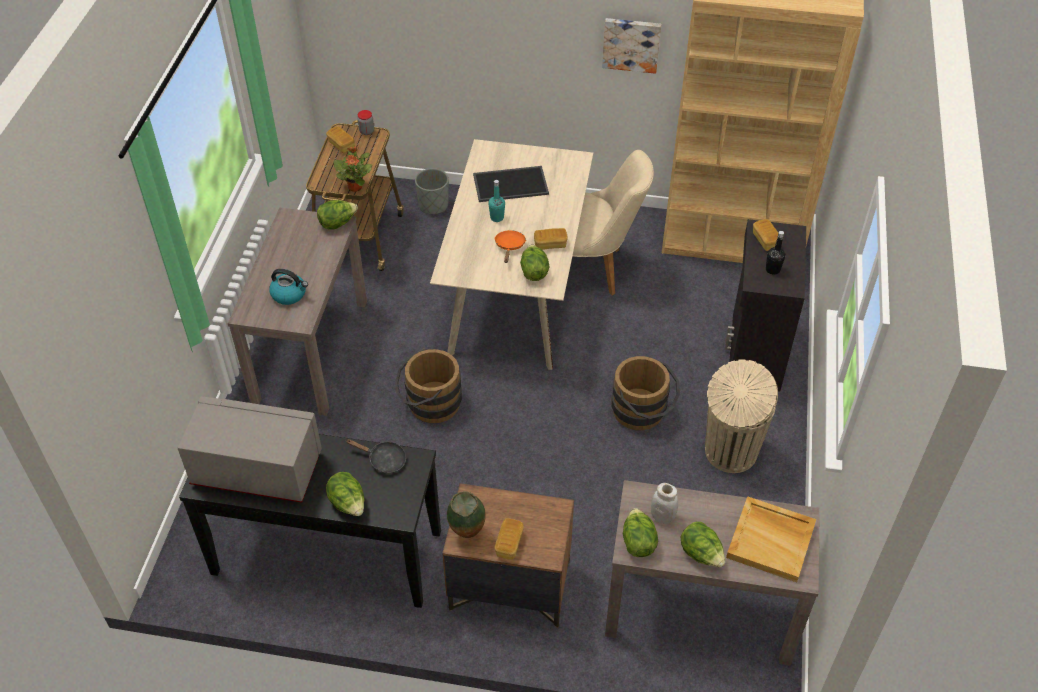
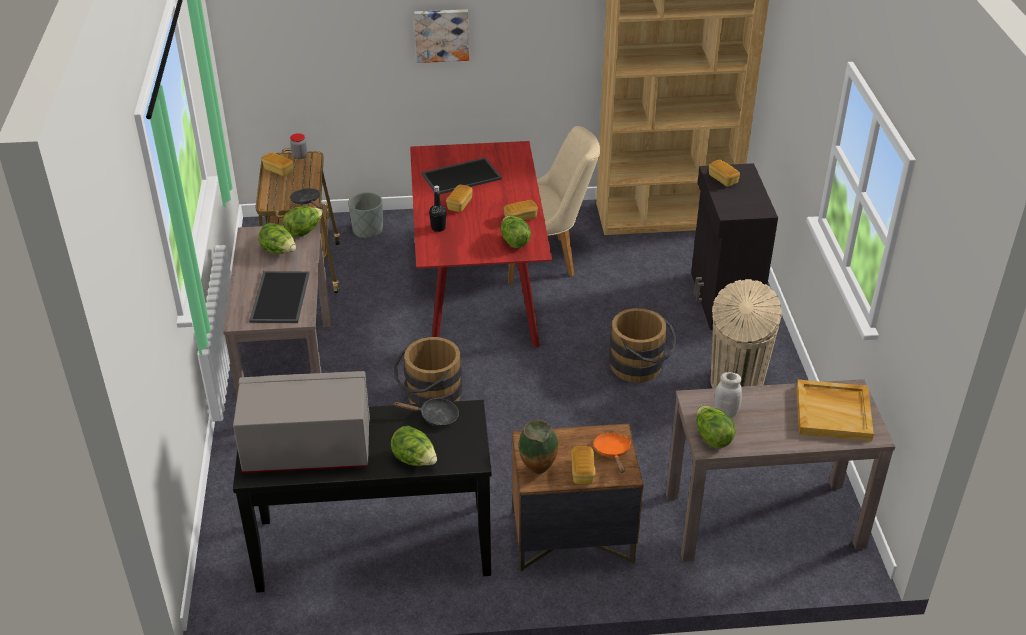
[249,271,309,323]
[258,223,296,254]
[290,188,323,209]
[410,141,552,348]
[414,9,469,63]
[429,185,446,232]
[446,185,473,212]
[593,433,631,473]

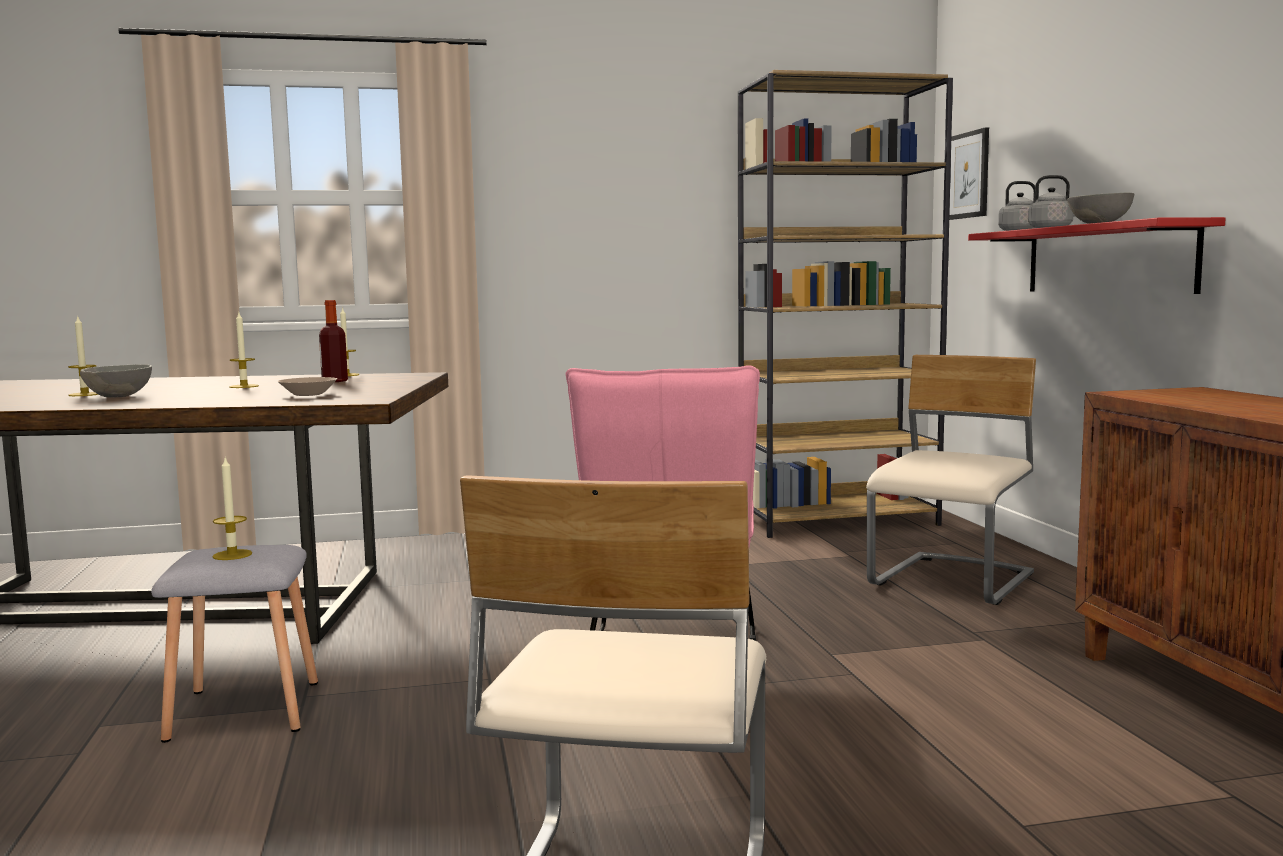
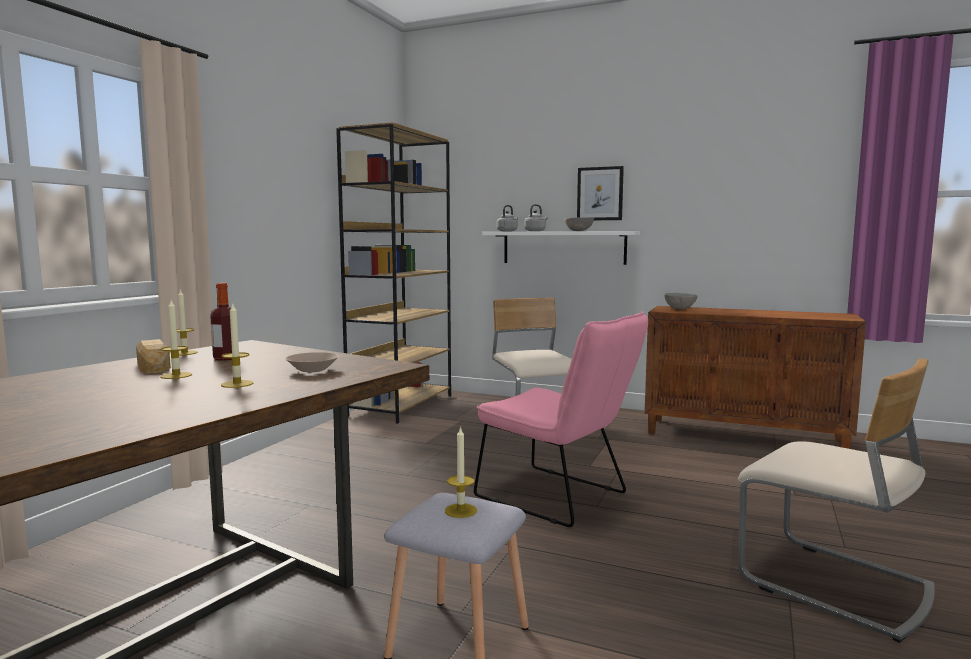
[136,339,171,373]
[221,302,253,388]
[482,231,640,265]
[577,166,624,220]
[664,293,697,310]

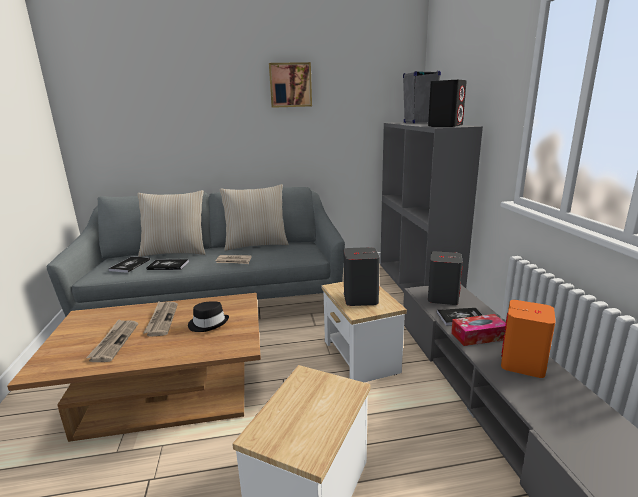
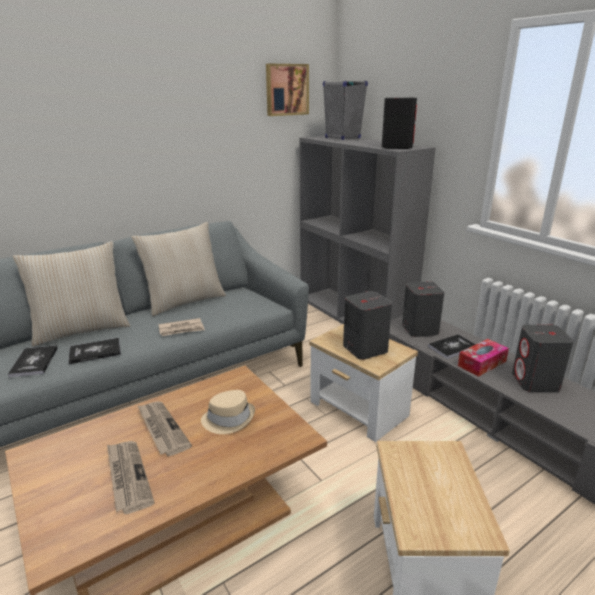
[201,390,255,434]
[266,64,309,116]
[512,325,574,392]

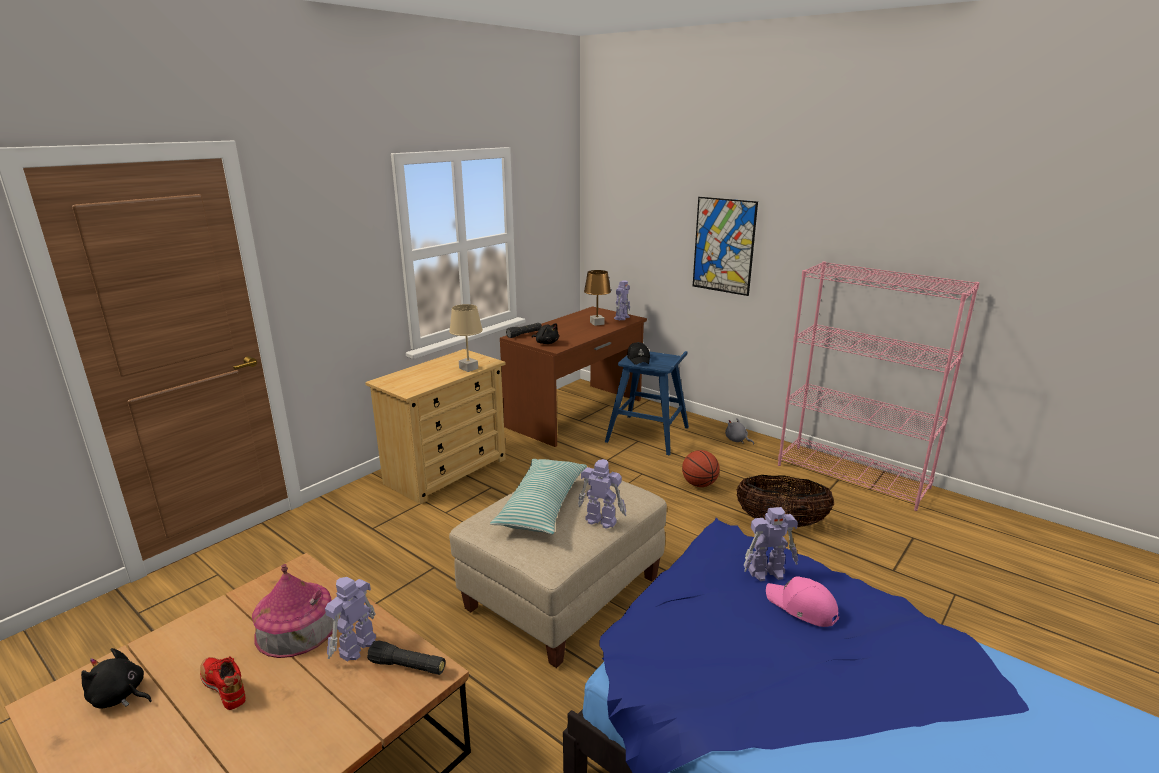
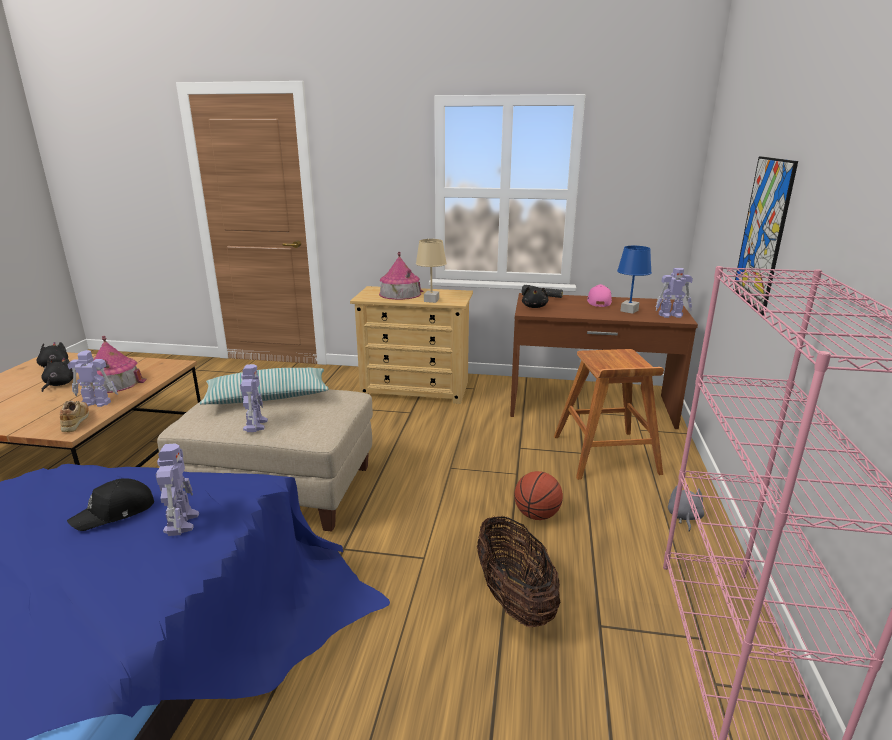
[41,358,73,392]
[60,401,89,432]
[67,478,154,531]
[155,443,199,536]
[379,252,424,300]
[554,349,664,480]
[587,284,612,307]
[617,246,652,314]

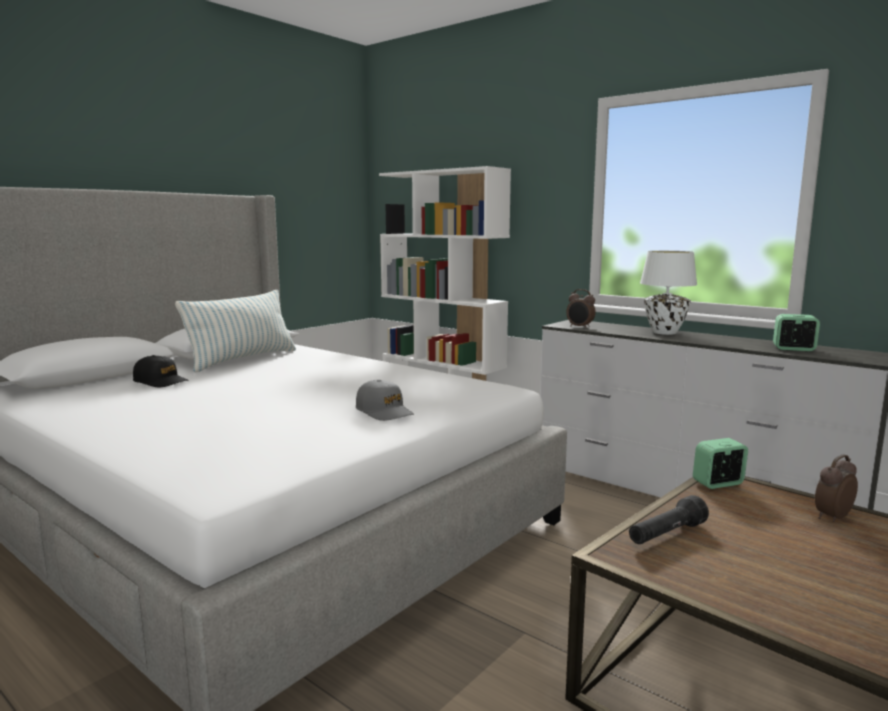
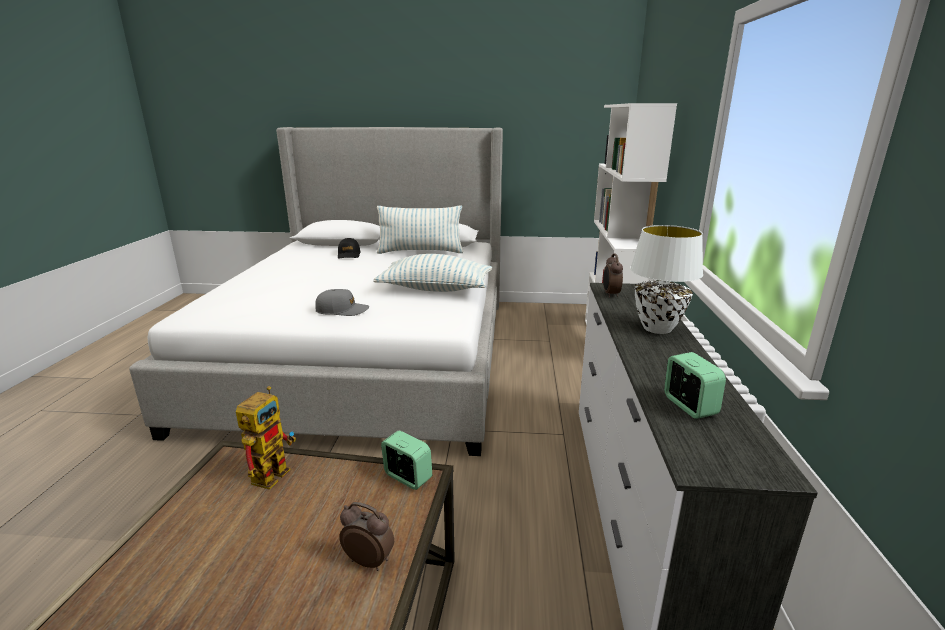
[236,386,296,489]
[315,289,369,316]
[373,254,492,292]

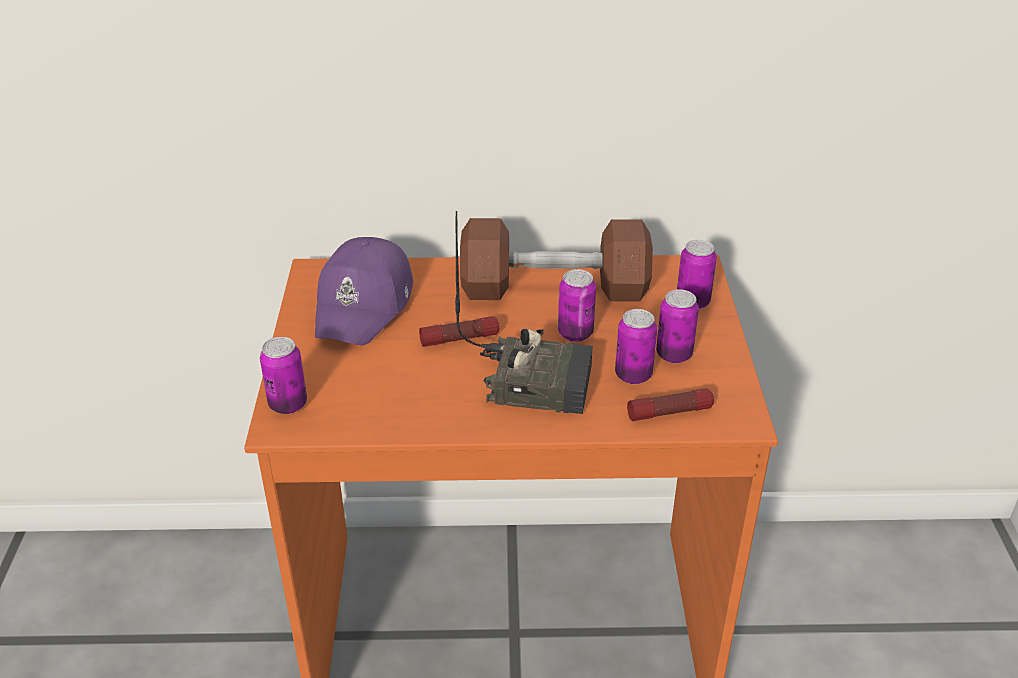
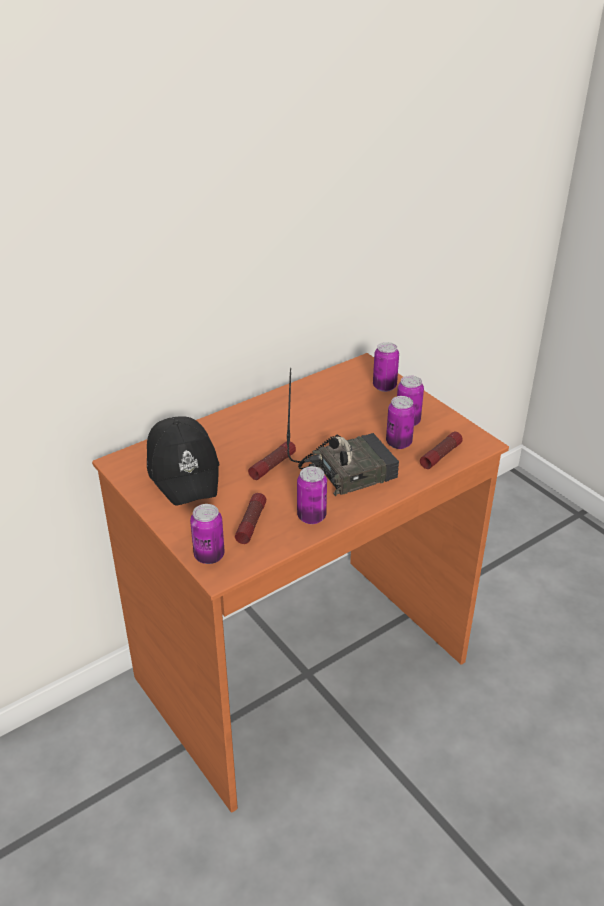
[147,416,220,506]
[235,493,266,544]
[297,466,327,524]
[460,218,653,302] (first image)

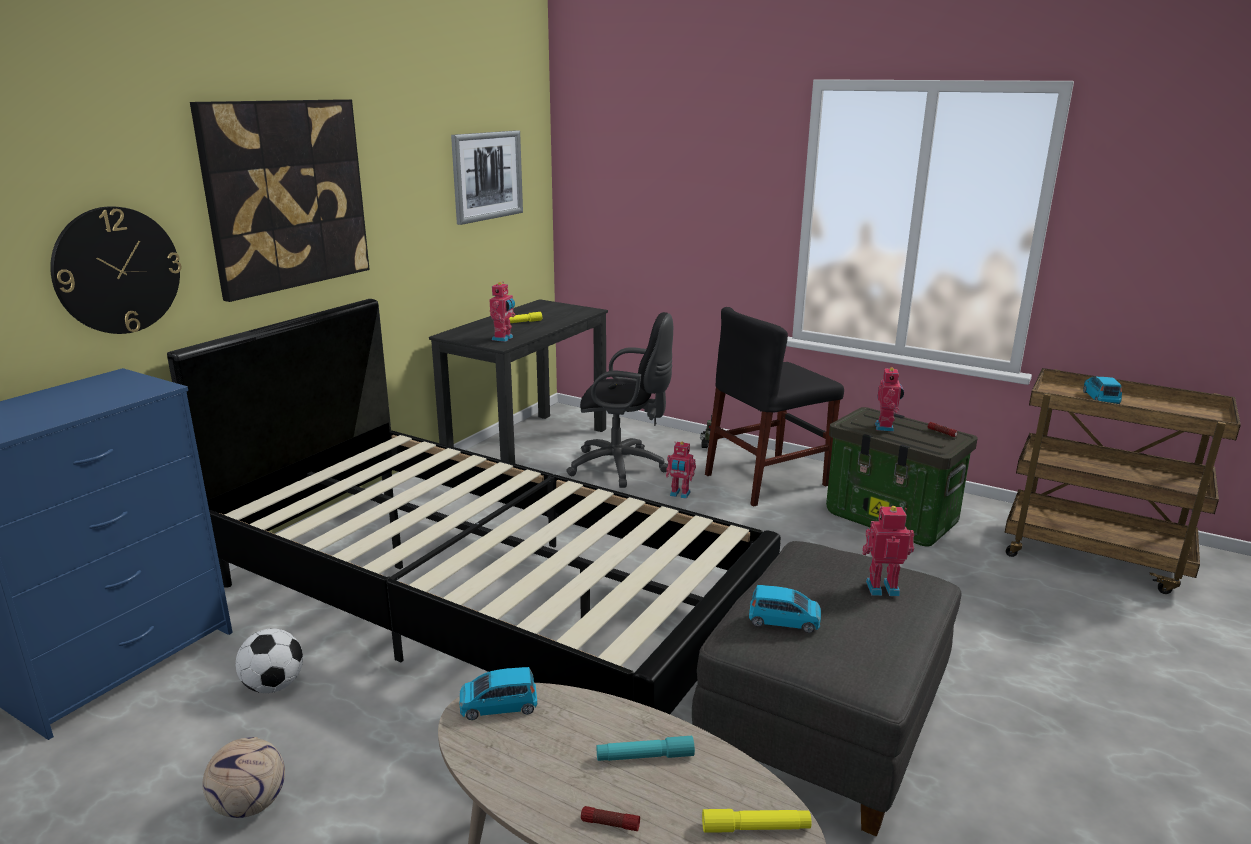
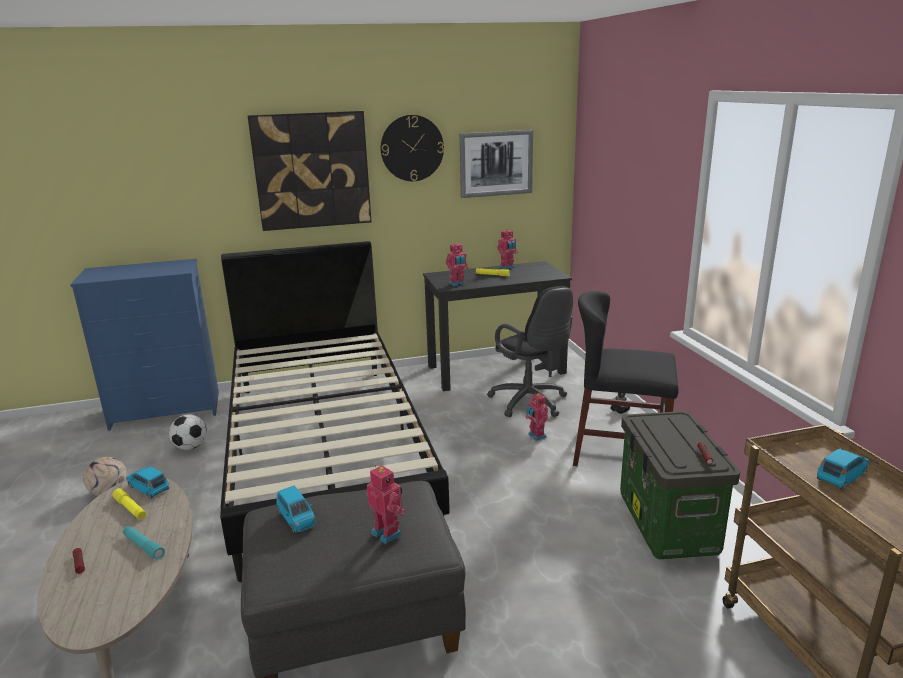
[112,488,146,520]
[381,115,444,181]
[497,229,518,269]

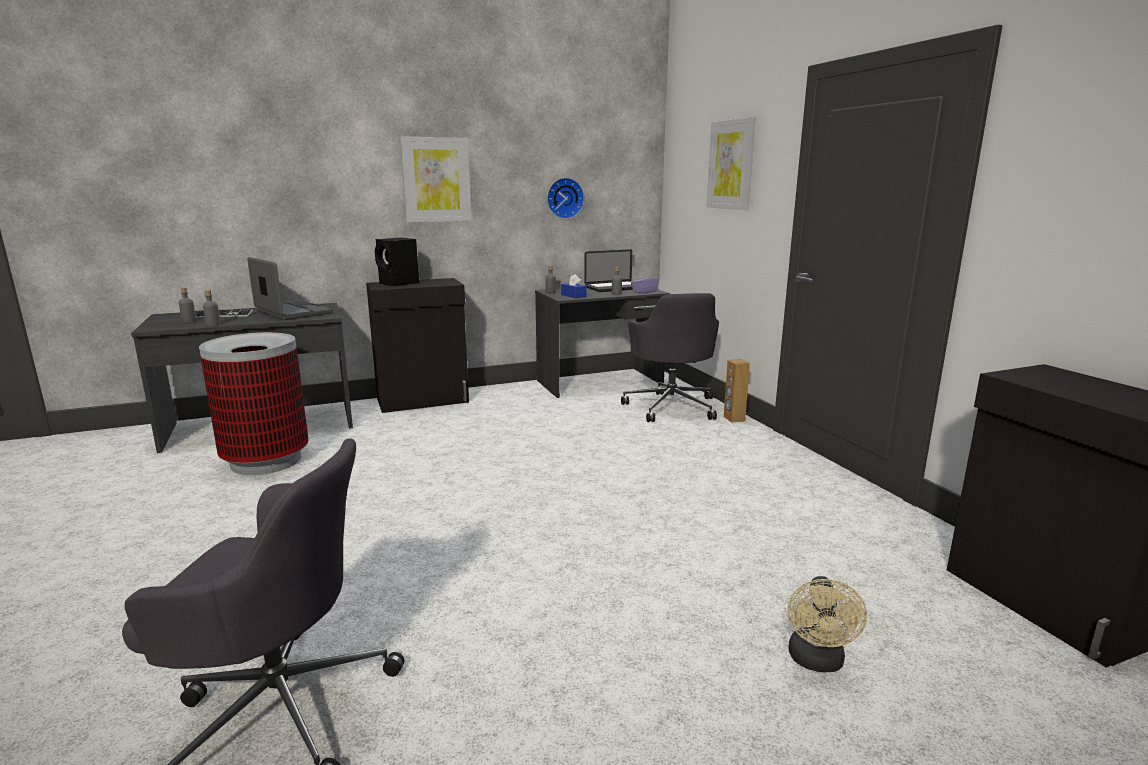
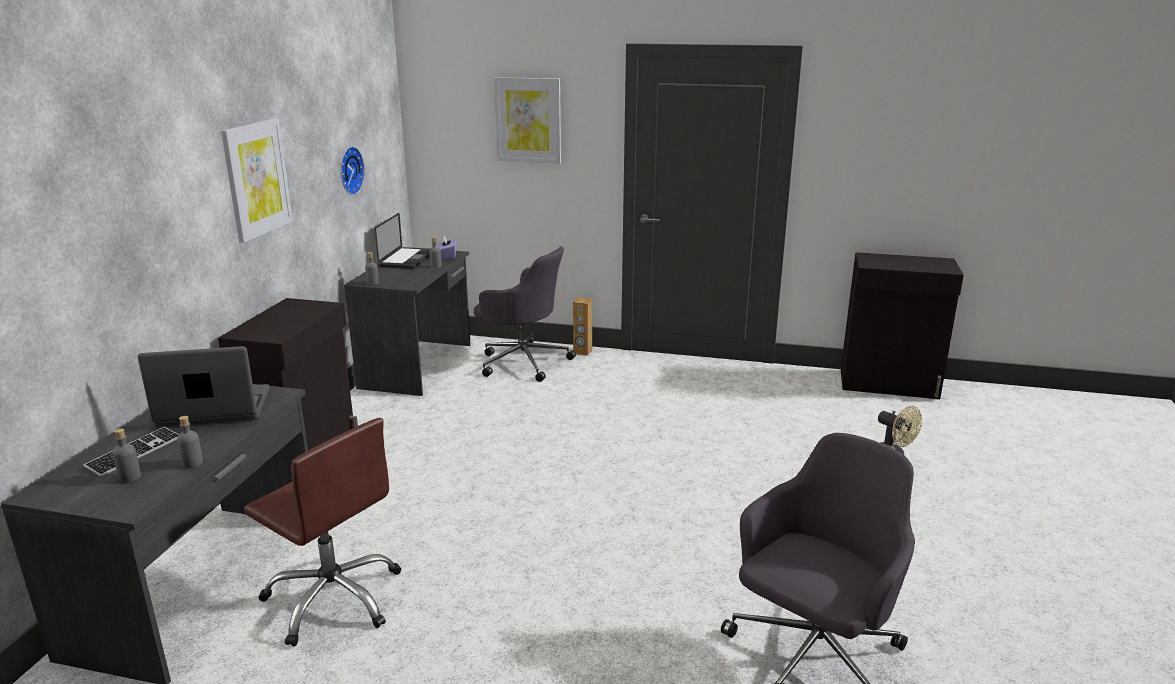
[244,418,401,647]
[375,237,419,286] (first image)
[561,274,587,298] (first image)

